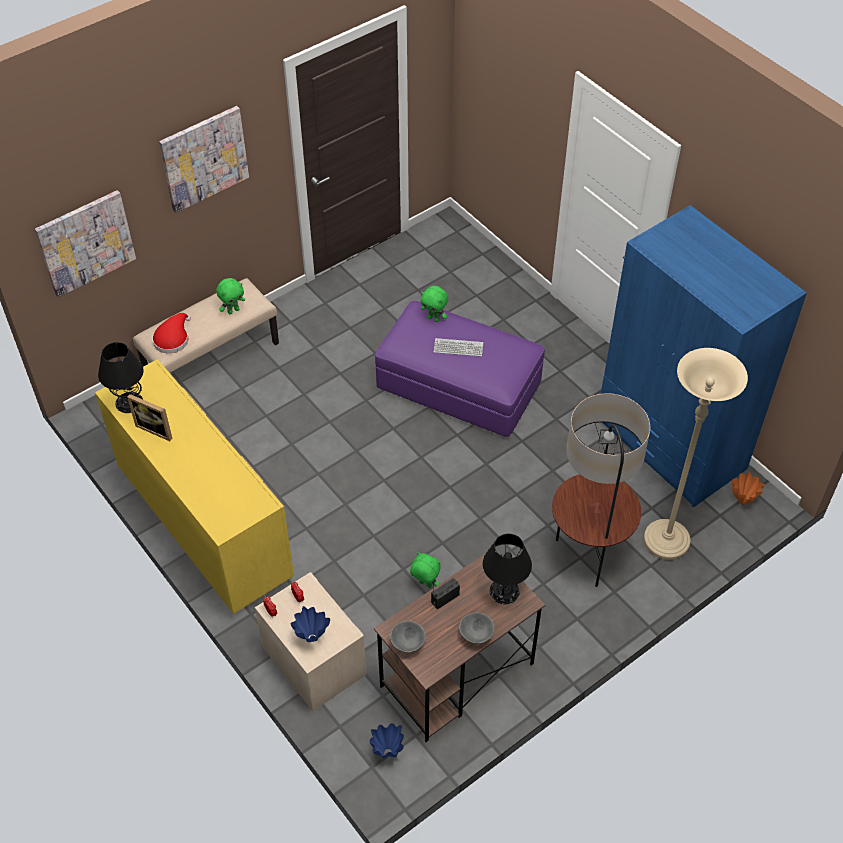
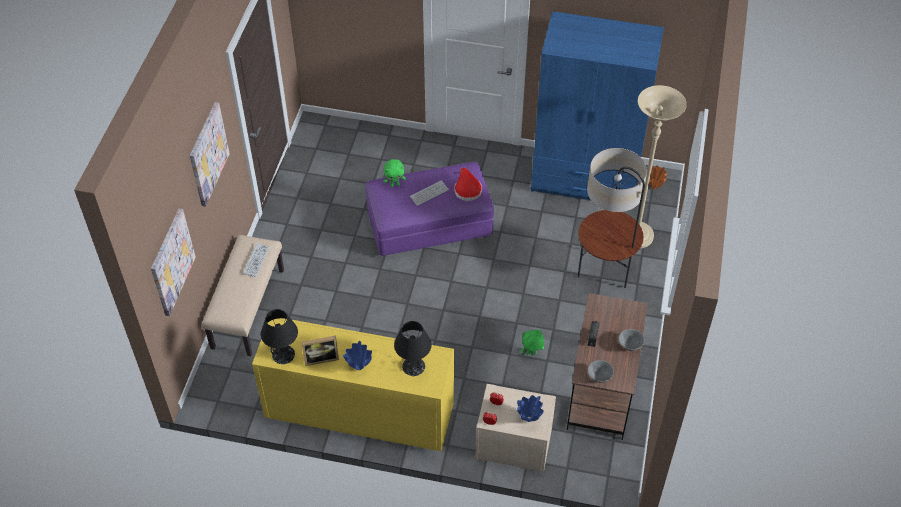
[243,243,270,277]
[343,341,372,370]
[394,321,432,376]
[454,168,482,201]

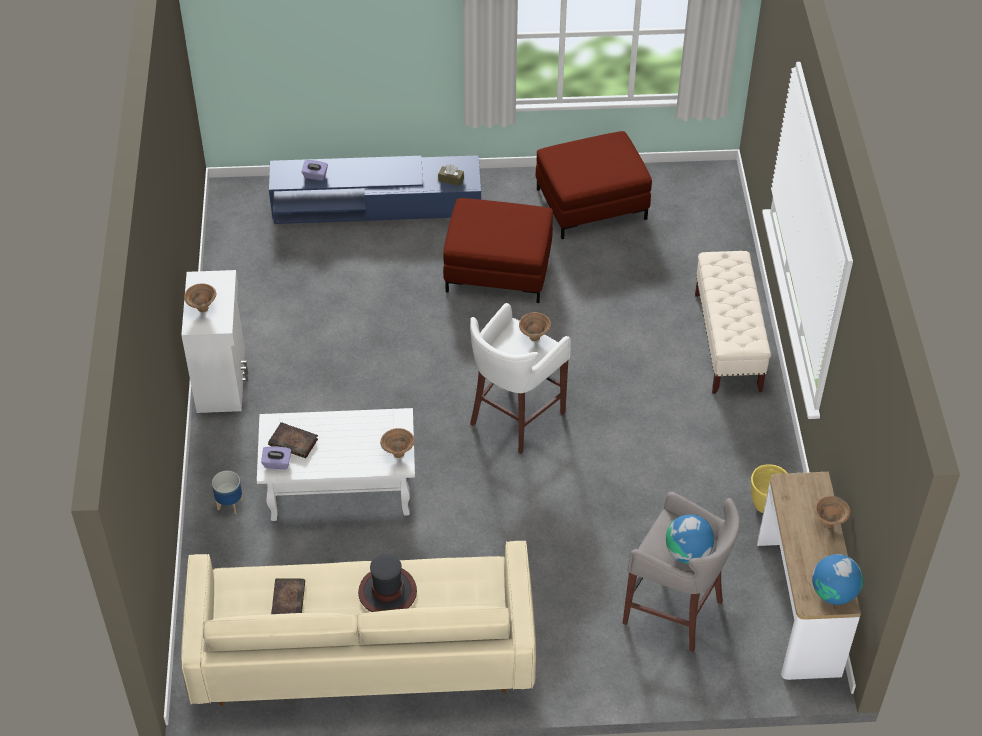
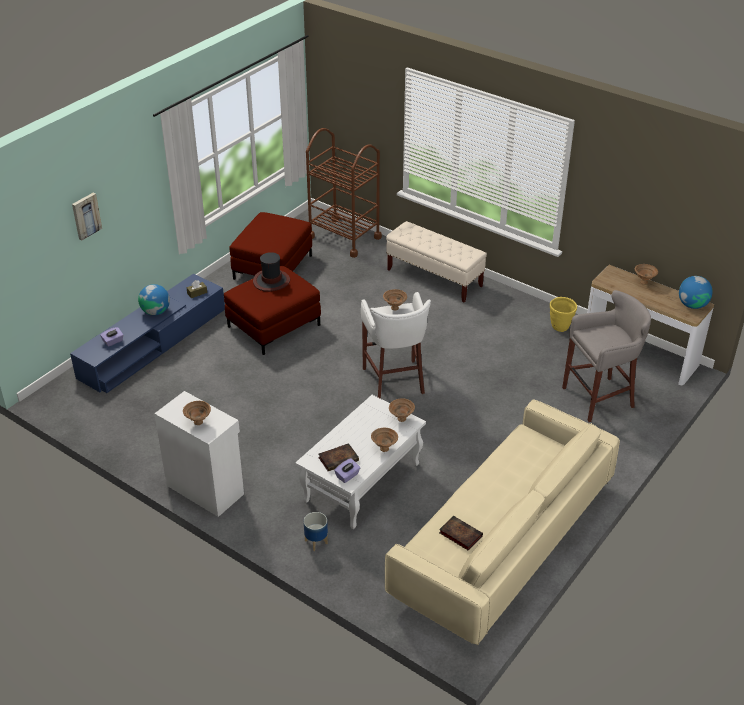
[72,193,102,241]
[138,284,170,315]
[253,252,290,292]
[306,128,382,258]
[371,428,398,452]

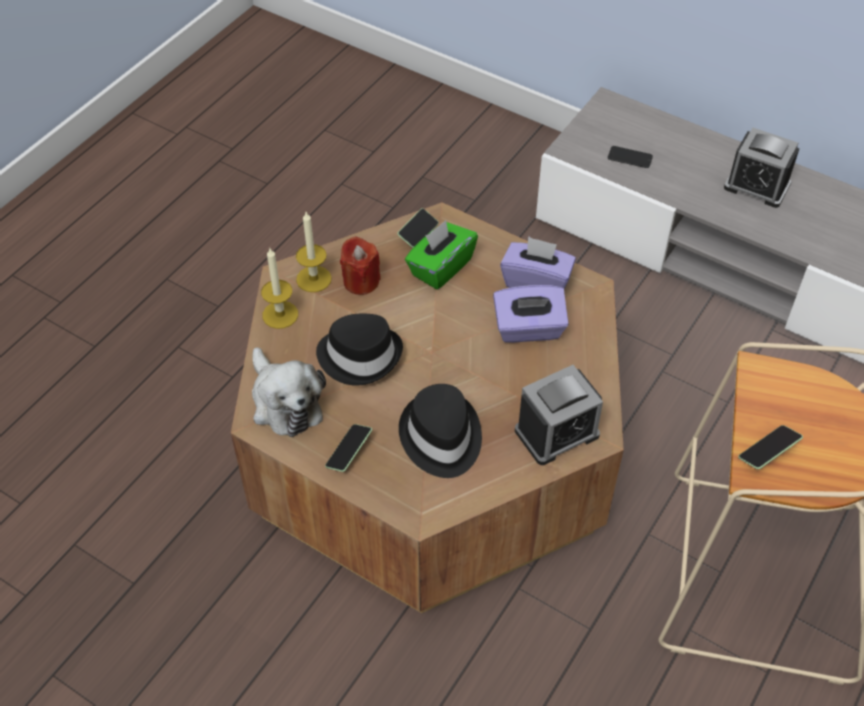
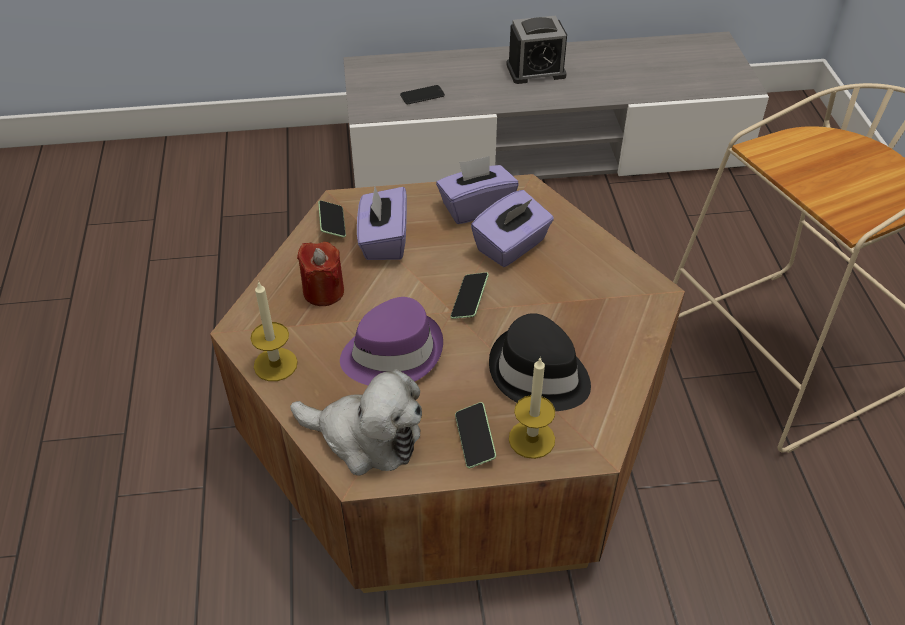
[340,297,443,385]
[357,186,407,260]
[450,272,489,319]
[509,357,555,459]
[515,365,603,465] (first image)

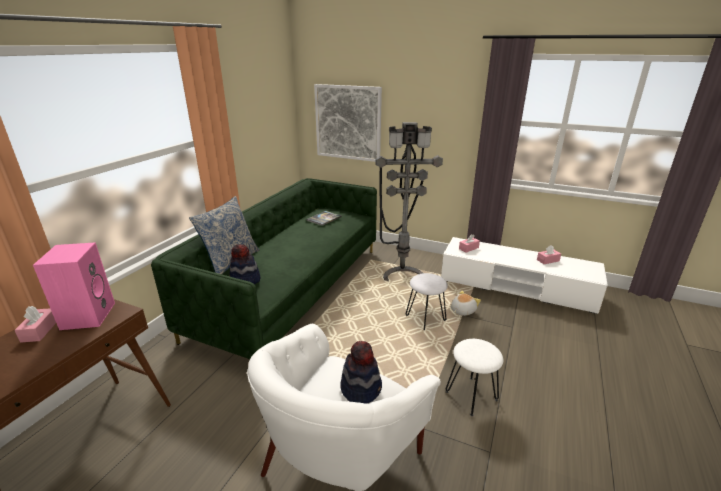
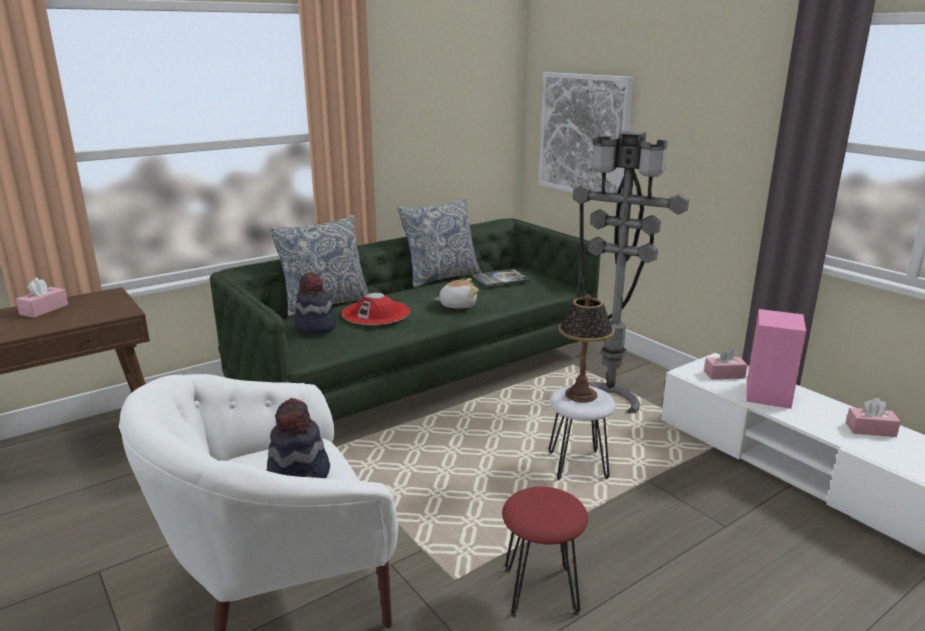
[342,293,410,325]
[398,197,482,288]
[434,278,479,309]
[502,487,588,617]
[558,294,615,402]
[746,309,806,409]

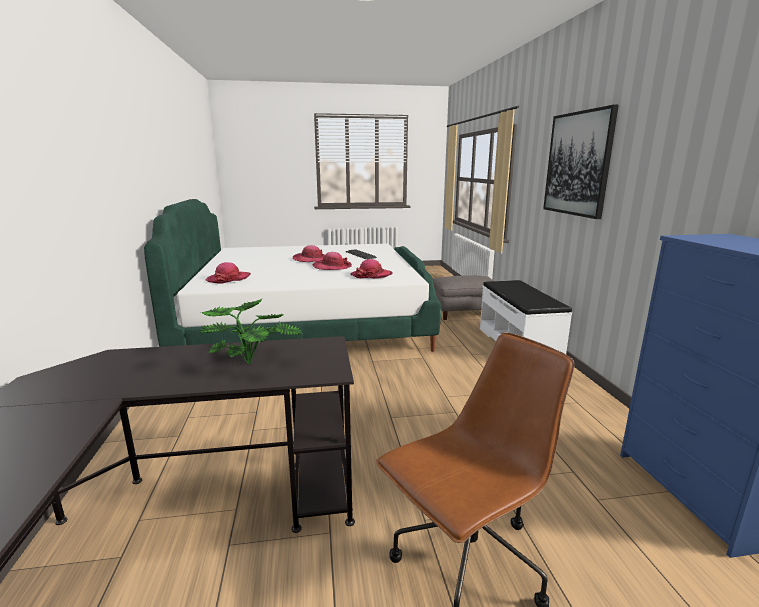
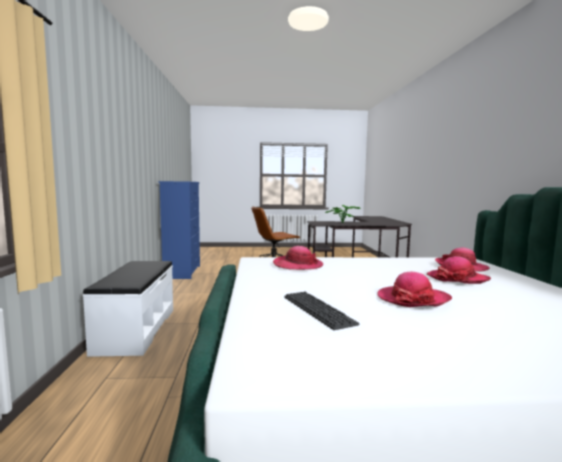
[427,256,491,284]
[432,275,493,320] (first image)
[543,105,619,219] (first image)

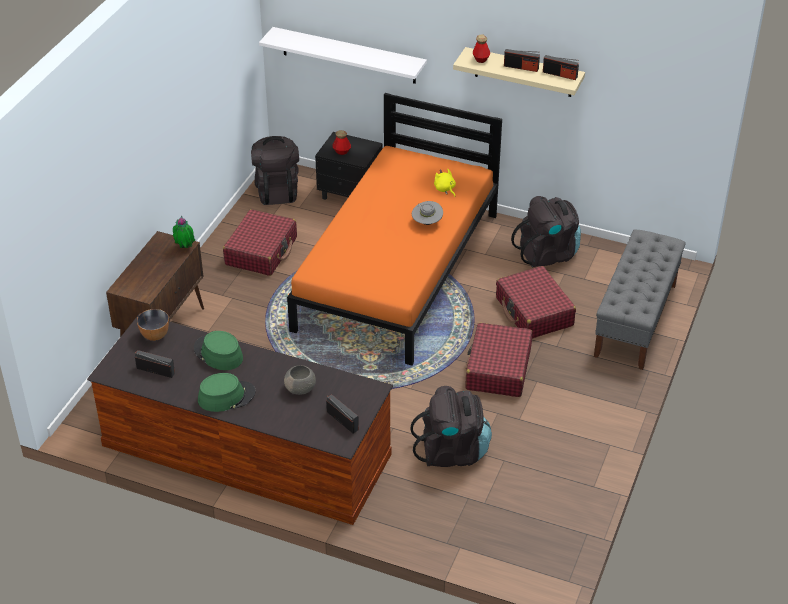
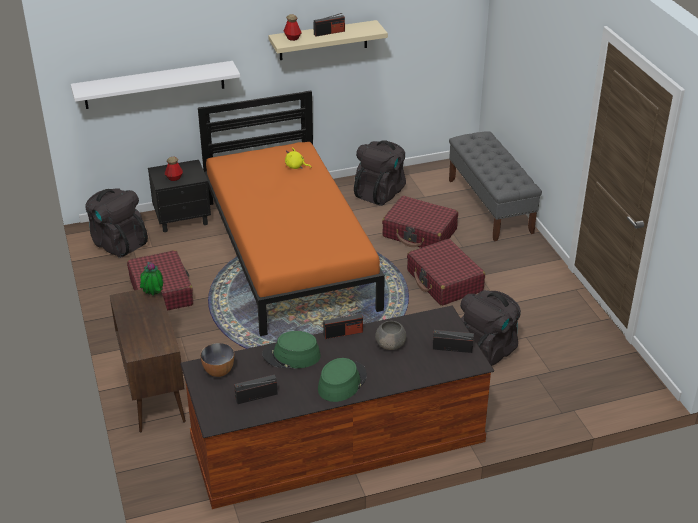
[323,311,363,339]
[412,201,443,225] (first image)

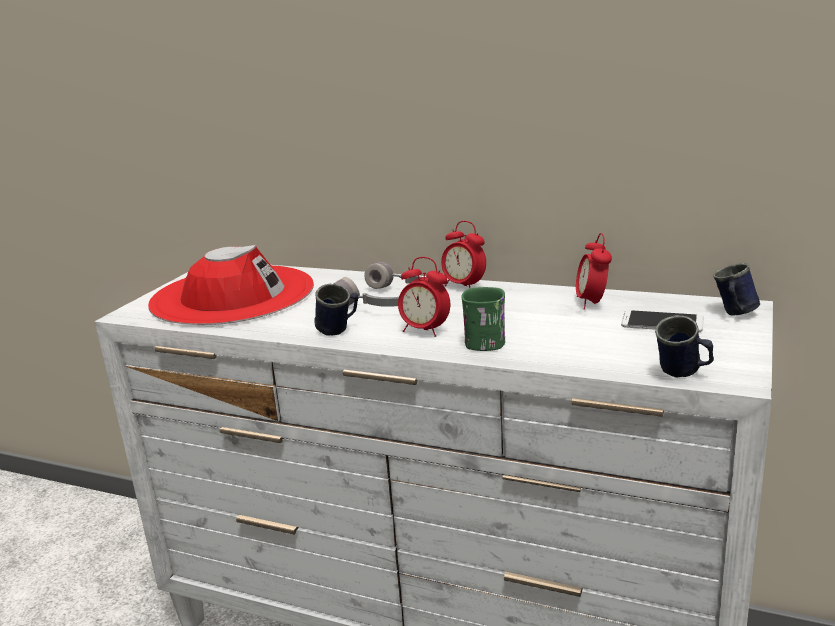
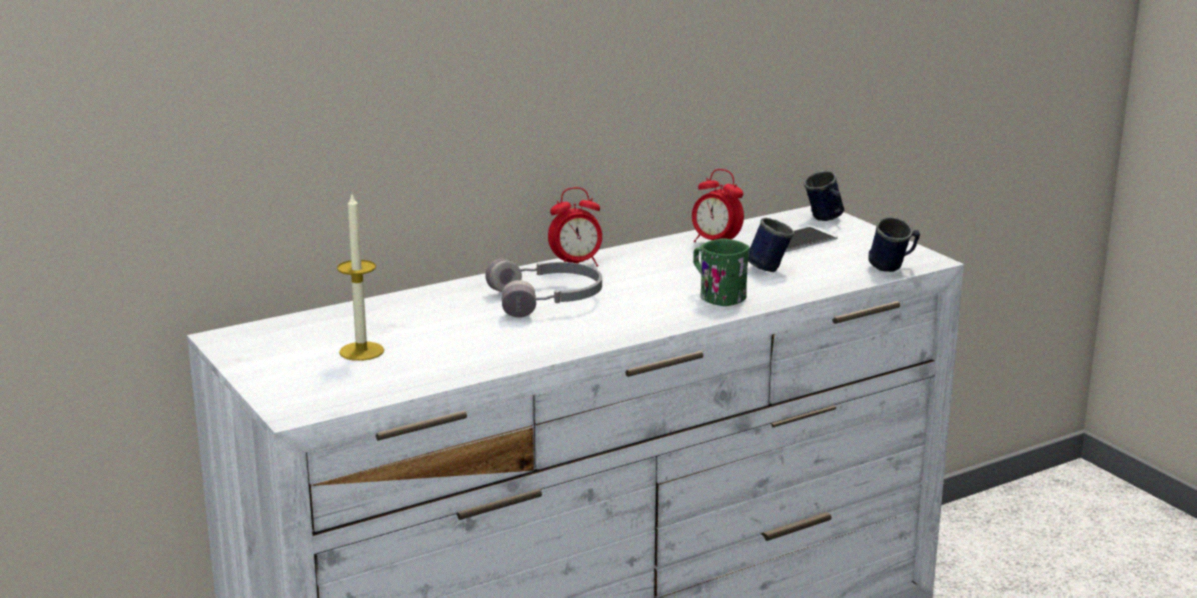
[337,194,384,361]
[748,218,794,272]
[398,257,450,337] (first image)

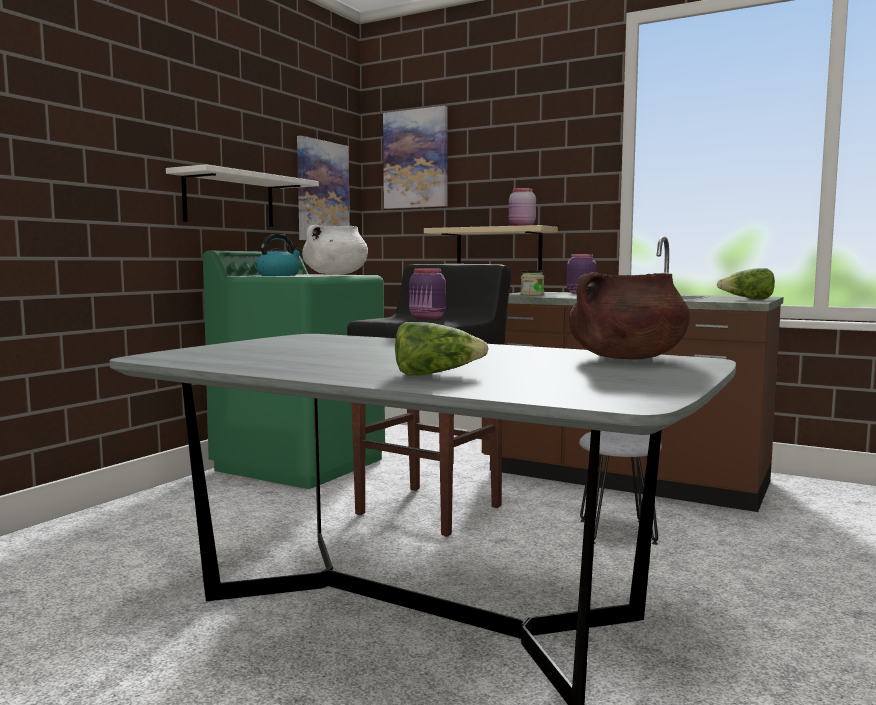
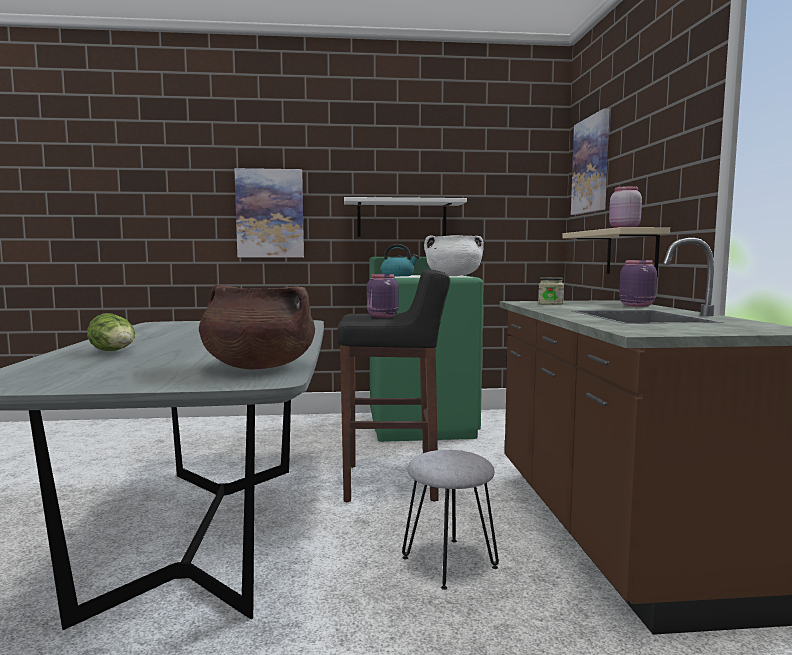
[234,168,304,257]
[717,268,775,299] (first image)

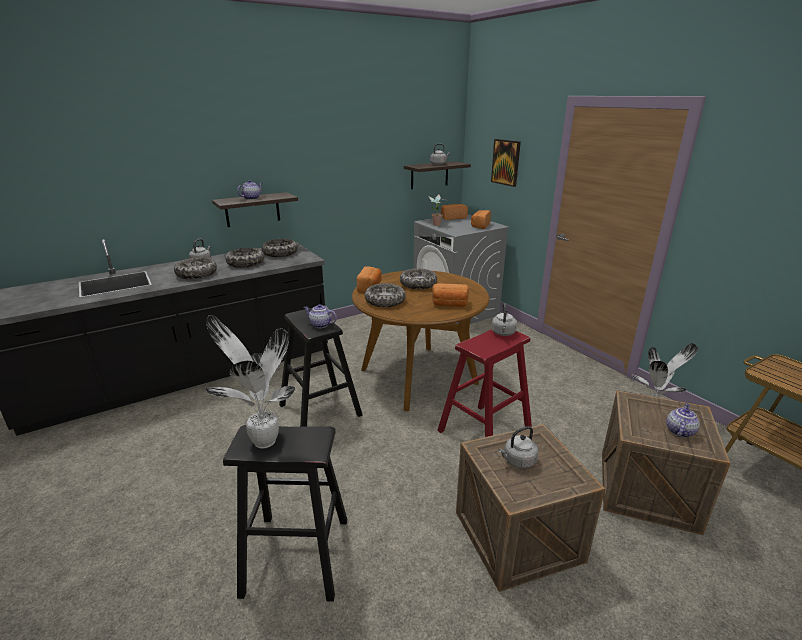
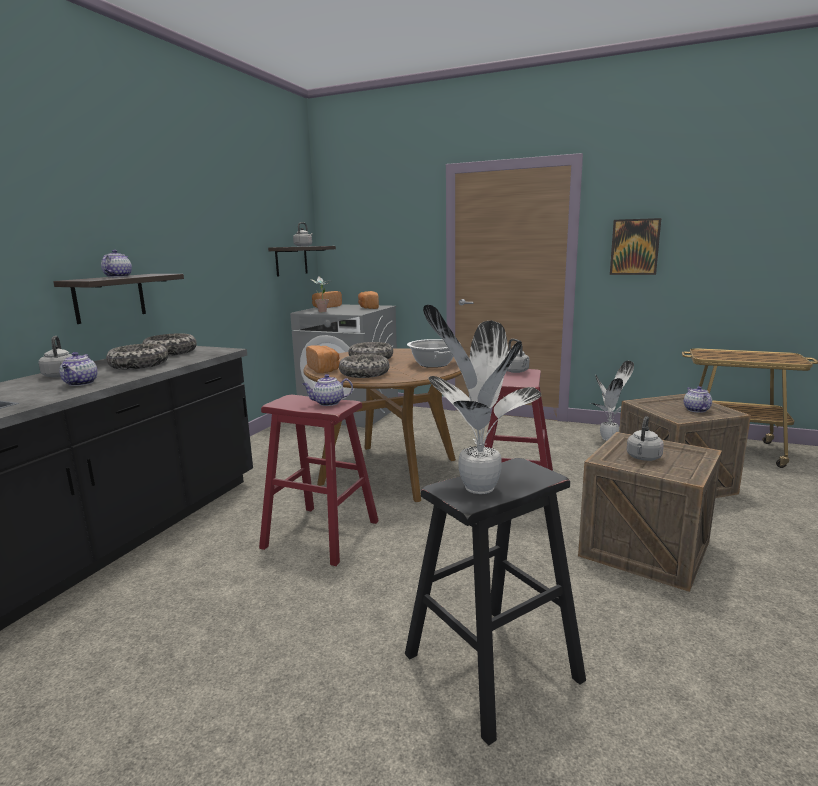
[59,352,98,386]
[259,395,379,566]
[407,339,460,368]
[610,218,661,275]

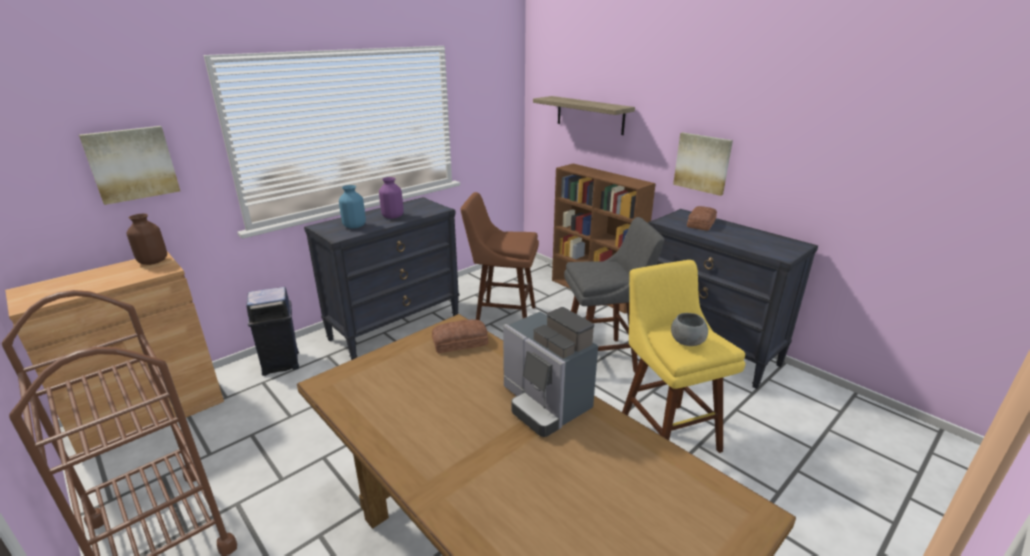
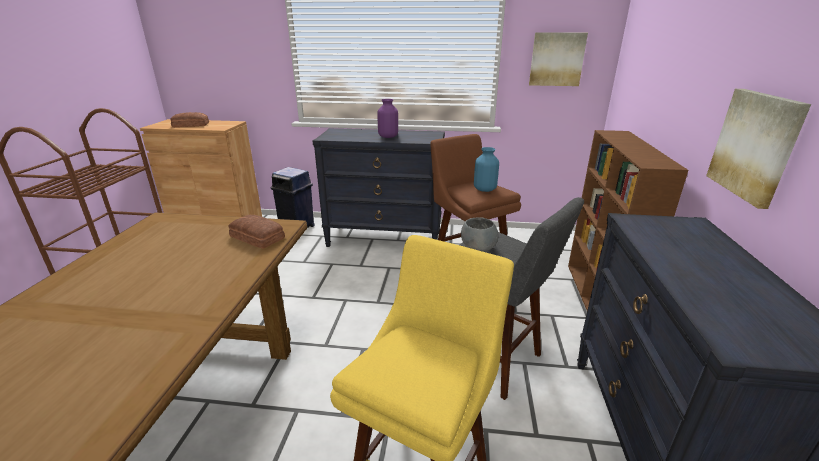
[171,112,209,127]
[461,217,498,252]
[474,147,499,192]
[529,32,588,86]
[126,214,167,265] (first image)
[503,307,598,437] (first image)
[533,96,635,135] (first image)

